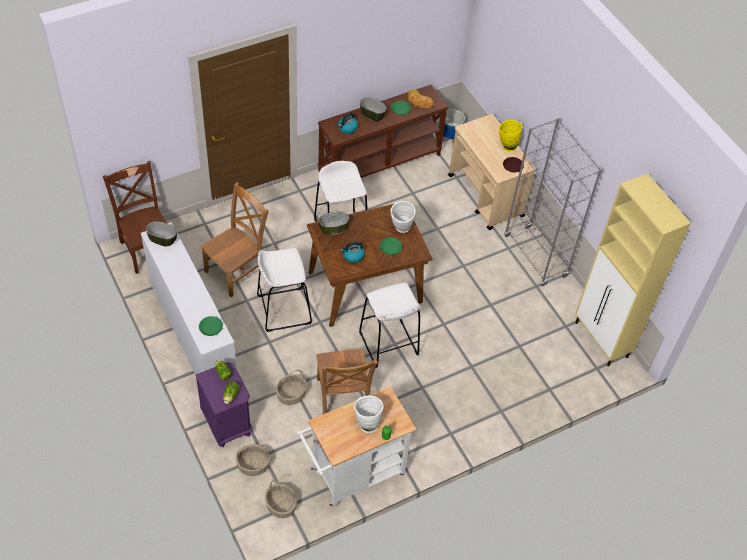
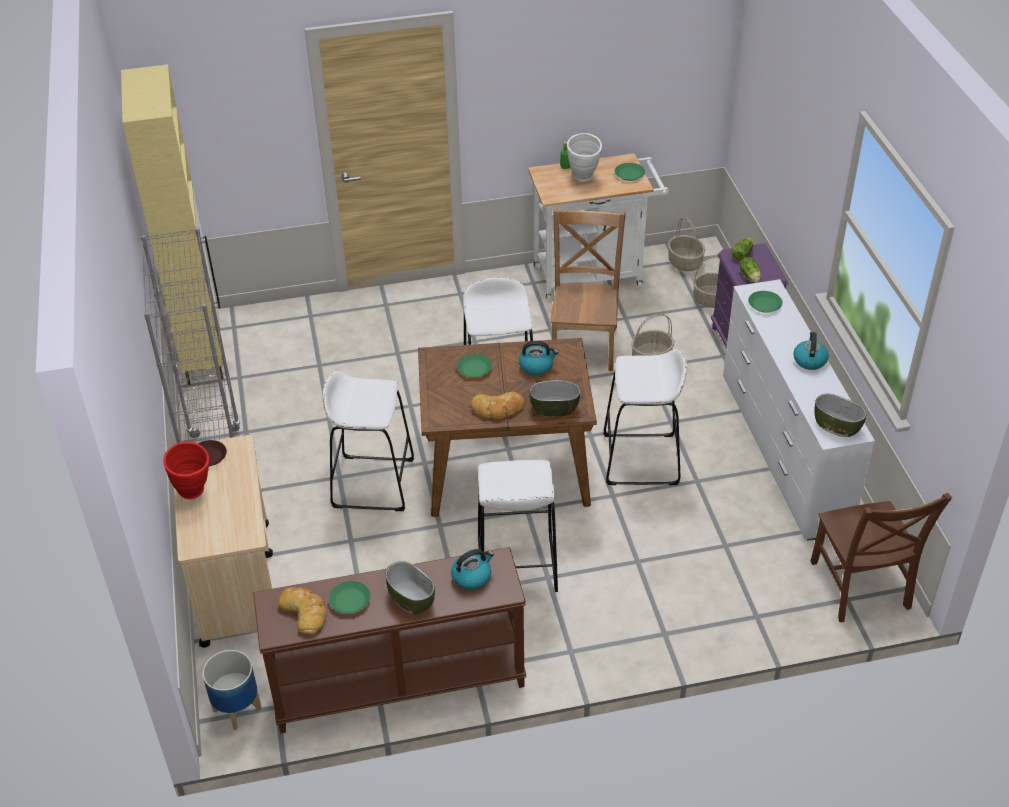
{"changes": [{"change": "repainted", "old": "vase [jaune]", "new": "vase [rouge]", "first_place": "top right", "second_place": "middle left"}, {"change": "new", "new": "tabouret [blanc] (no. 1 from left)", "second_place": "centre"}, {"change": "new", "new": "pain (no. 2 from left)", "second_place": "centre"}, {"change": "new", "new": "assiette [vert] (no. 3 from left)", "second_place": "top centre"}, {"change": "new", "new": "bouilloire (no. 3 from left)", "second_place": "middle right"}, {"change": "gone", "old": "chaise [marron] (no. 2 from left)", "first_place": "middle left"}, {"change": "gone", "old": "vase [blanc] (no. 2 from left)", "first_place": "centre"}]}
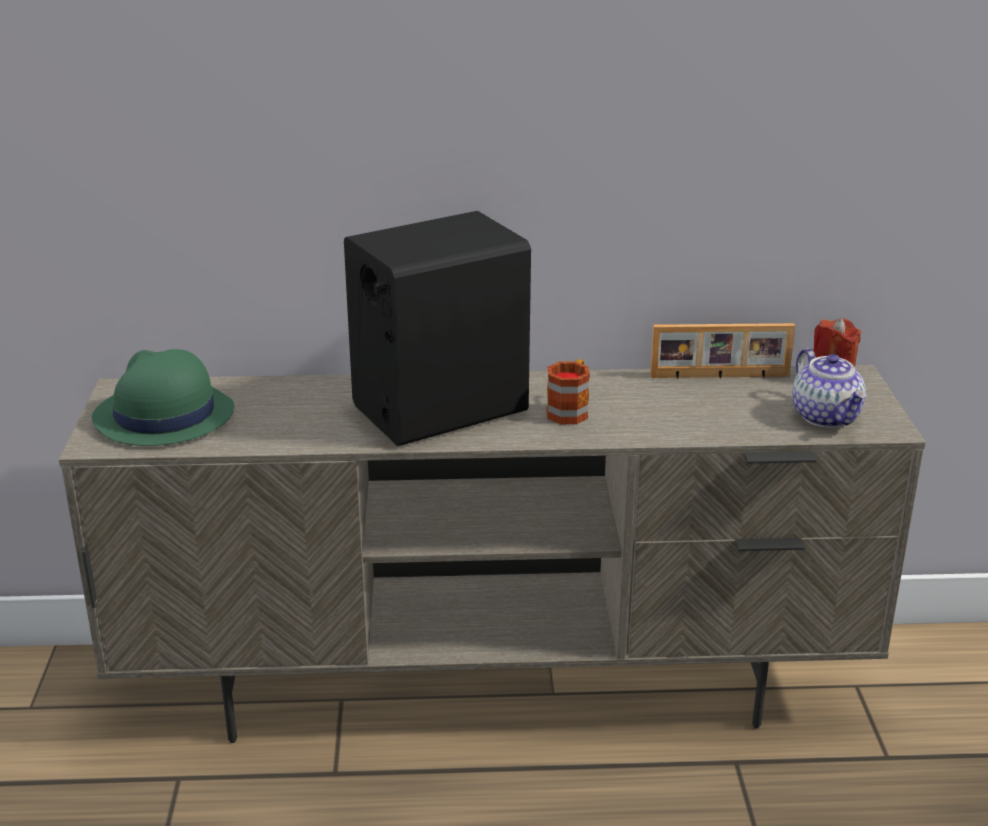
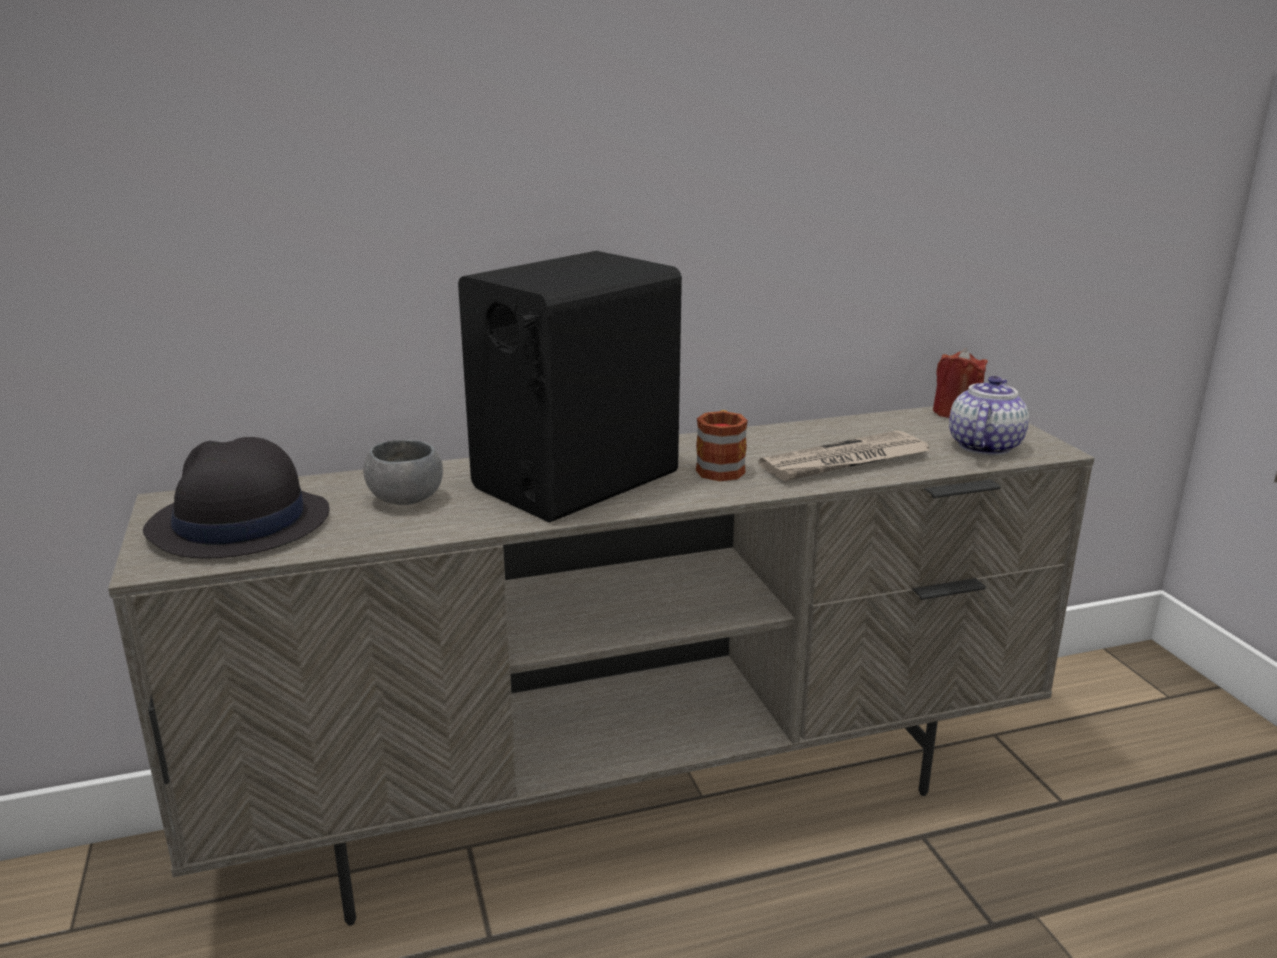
{"changes": [{"change": "repainted", "old": "chapeau [vert]", "new": "chapeau [noir]", "first_place": "middle left", "second_place": "middle left"}, {"change": "new", "new": "bol [gris]", "second_place": "middle left"}, {"change": "new", "new": "journal", "second_place": "centre"}, {"change": "rotated", "old": "théière", "first_place": "middle right", "second_place": "middle right", "degrees": -120}, {"change": "gone", "old": "cadre photo", "first_place": "middle right"}]}
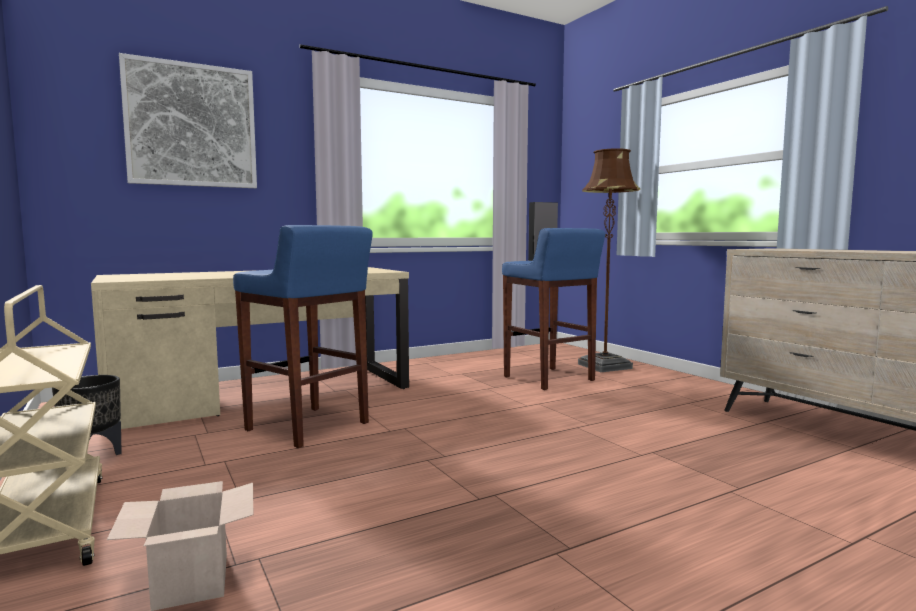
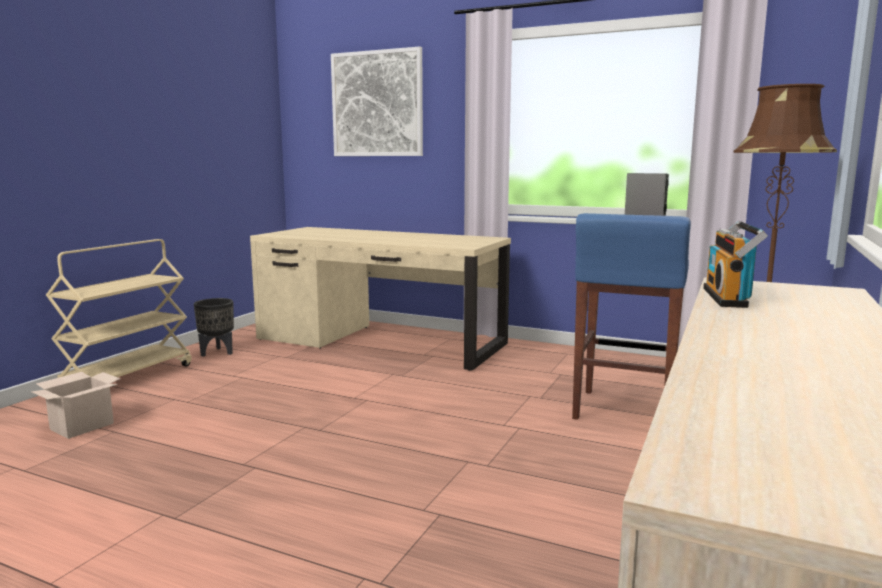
{"changes": [{"change": "new", "new": "radio", "second_place": "middle right"}, {"change": "gone", "old": "tabouret [bleu] (no. 1 from left)", "first_place": "middle left"}]}
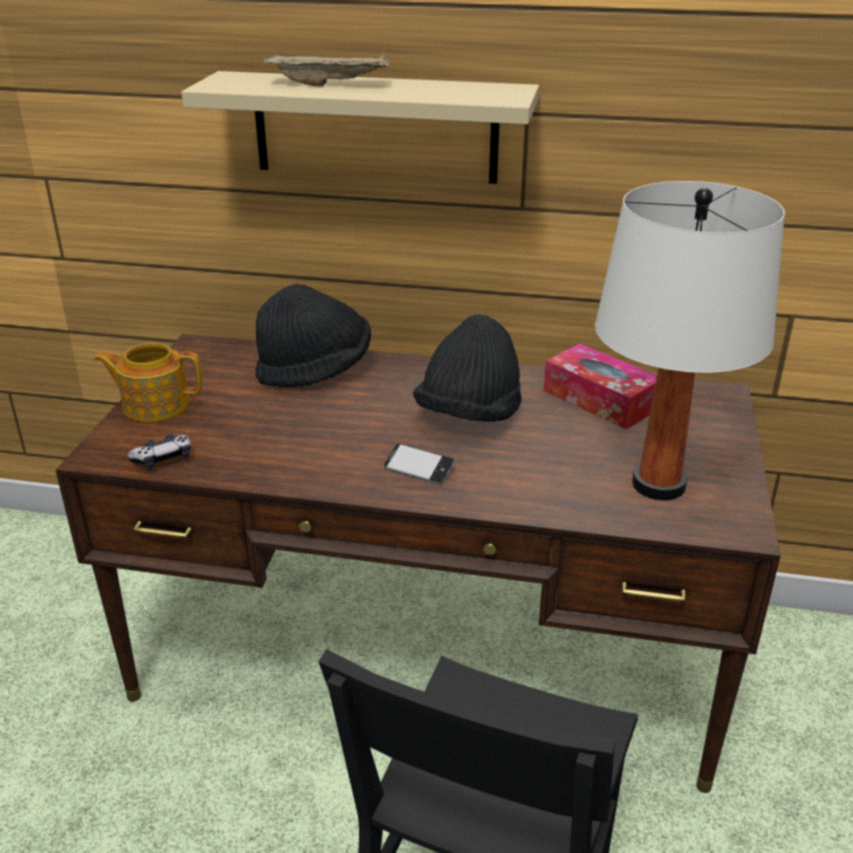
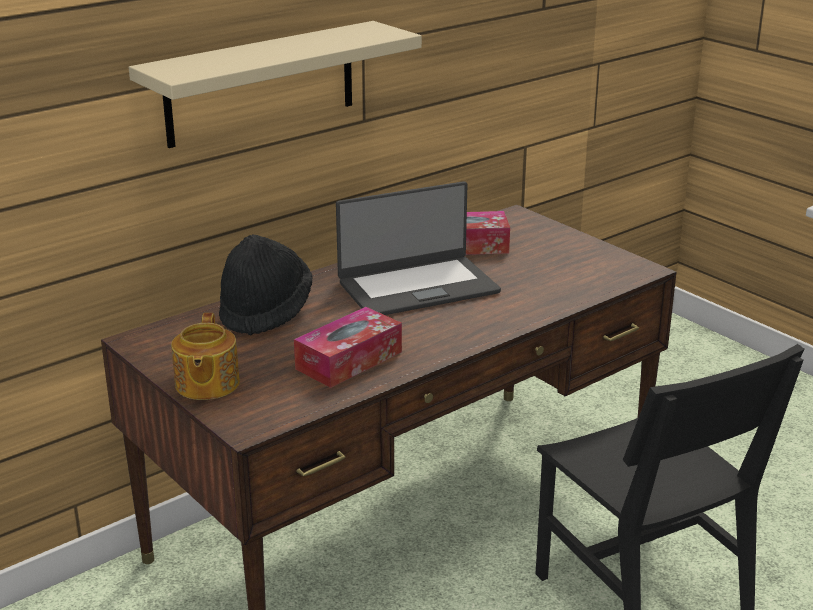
{"changes": [{"change": "rotated", "old": "théière", "first_place": "middle left", "second_place": "middle left", "degrees": -45}, {"change": "new", "new": "boîte à mouchoirs (no. 1 from left)", "second_place": "centre"}, {"change": "swapped", "old": "chapeau [noir] (no. 2 from left)", "new": "ordinateur portable", "first_place": "centre", "second_place": "centre"}, {"change": "gone", "old": "manette", "first_place": "middle left"}, {"change": "gone", "old": "plateau [beige]", "first_place": "top centre"}, {"change": "gone", "old": "téléphone", "first_place": "centre"}, {"change": "gone", "old": "lampe de table [blanc]", "first_place": "middle right"}]}
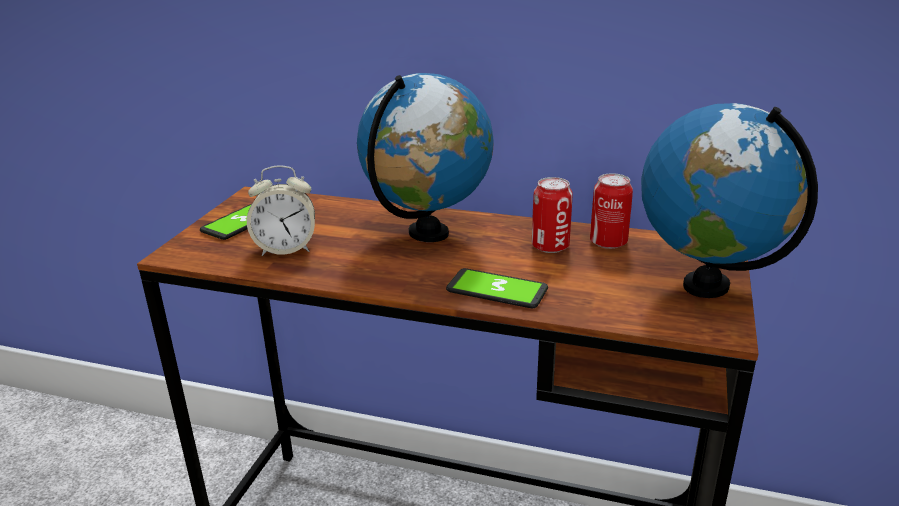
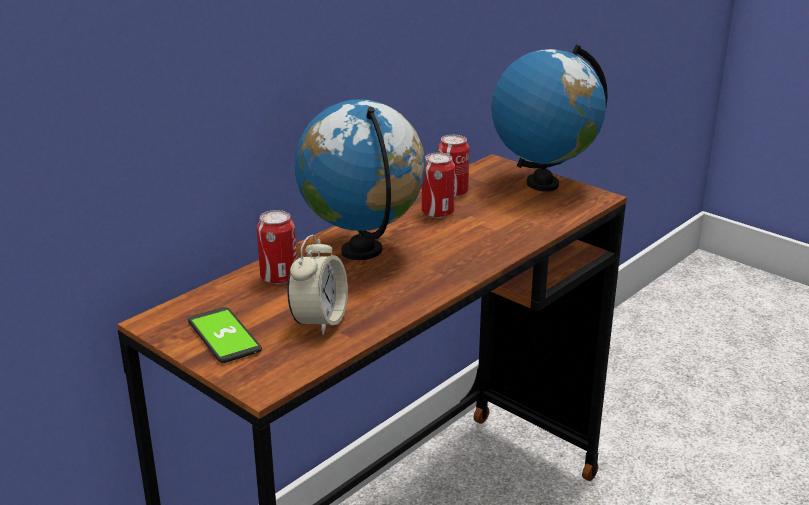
{"changes": [{"change": "new", "new": "boîte métallique (no. 1 from left)", "second_place": "centre"}, {"change": "gone", "old": "téléphone (no. 2 from left)", "first_place": "centre"}]}
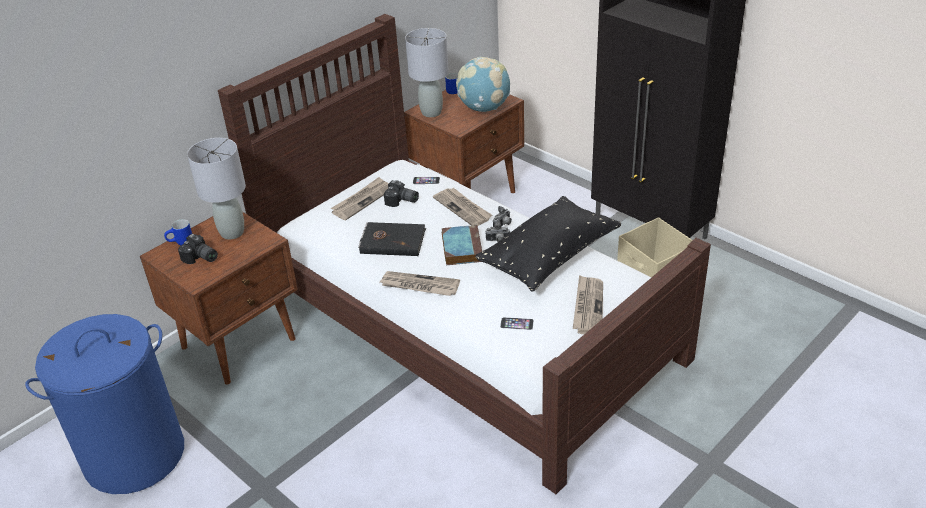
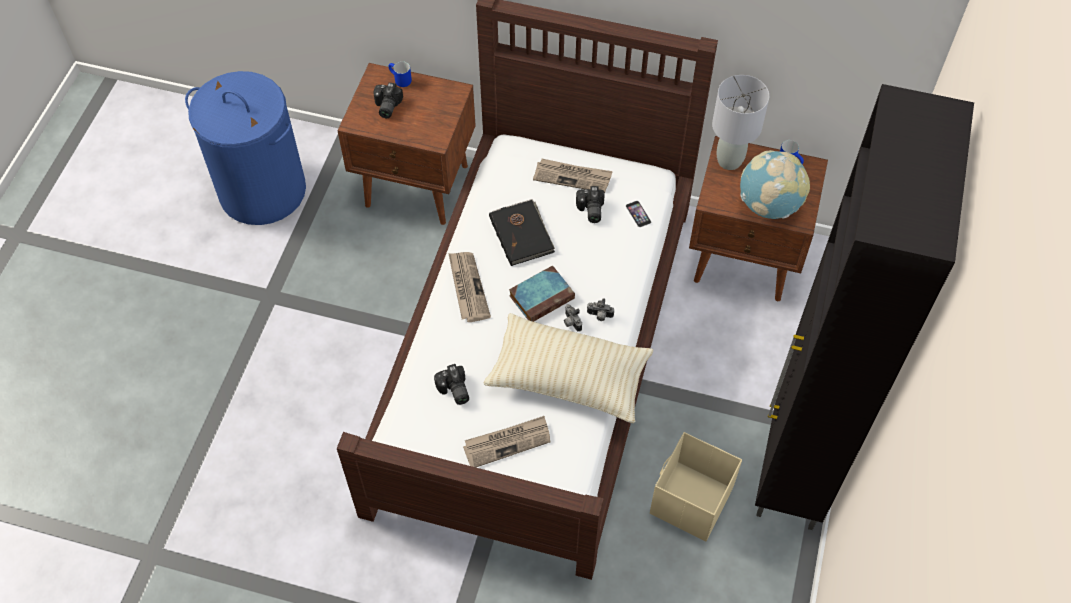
{"changes": [{"change": "swapped", "old": "téléphone (no. 2 from left)", "new": "appareil photo (no. 2 from left)", "first_place": "centre", "second_place": "centre"}, {"change": "repainted", "old": "coussin [noir]", "new": "coussin [beige]", "first_place": "centre", "second_place": "centre"}, {"change": "gone", "old": "lampe de table [gris] (no. 1 from left)", "first_place": "middle left"}, {"change": "gone", "old": "journal (no. 3 from left)", "first_place": "centre"}]}
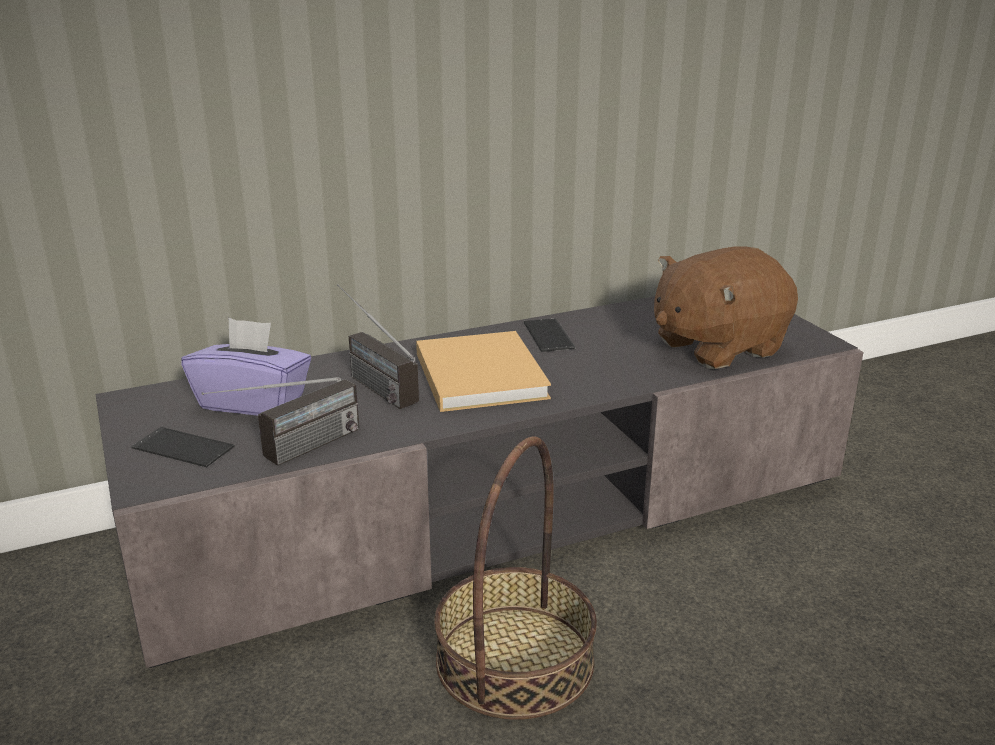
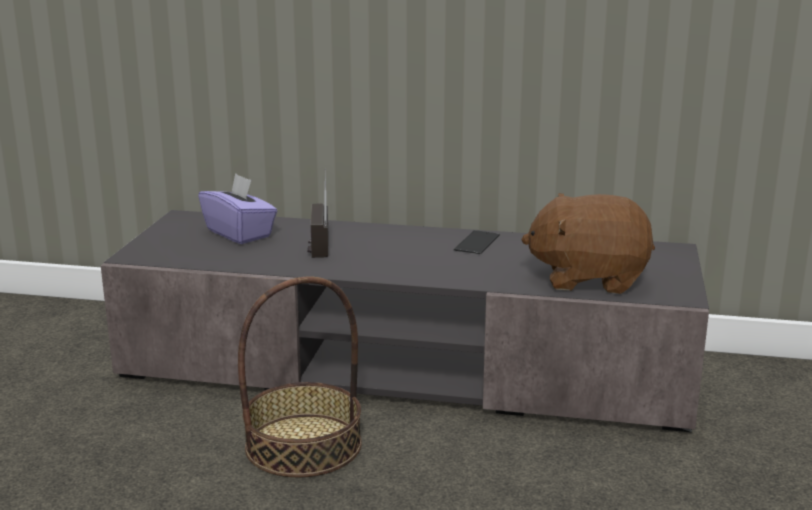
{"changes": [{"change": "gone", "old": "téléphone (no. 1 from left)", "first_place": "middle left"}, {"change": "gone", "old": "radio (no. 1 from left)", "first_place": "middle left"}, {"change": "gone", "old": "livre [beige]", "first_place": "centre"}]}
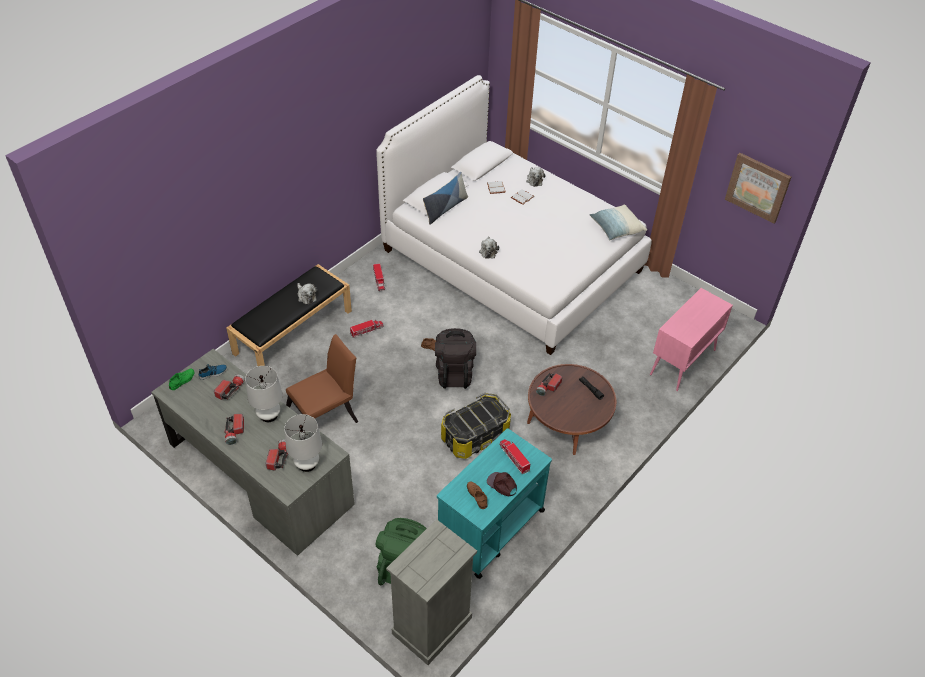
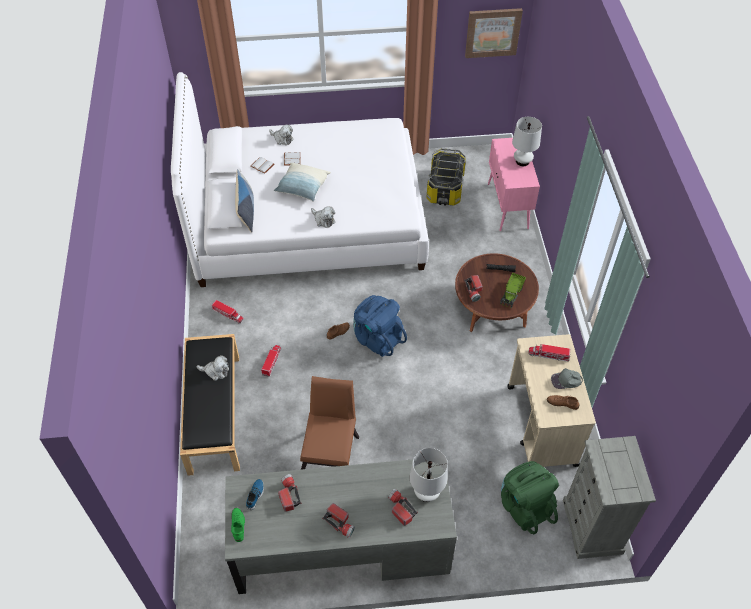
{"changes": [{"change": "shifted", "old": "coussin (no. 2 from left)", "first_place": "top right", "second_place": "top centre"}, {"change": "repainted", "old": "sac à dos [noir]", "new": "sac à dos [bleu]", "first_place": "centre", "second_place": "centre"}, {"change": "shifted", "old": "boîte de rangement", "first_place": "centre", "second_place": "top centre"}, {"change": "new", "new": "camion jouet (no. 3 from left)", "second_place": "middle right"}, {"change": "repainted", "old": "chariot [turquoise]", "new": "chariot [beige]", "first_place": "bottom centre", "second_place": "middle right"}, {"change": "shifted", "old": "lampe de table [blanc] (no. 1 from left in the first image)", "new": "lampe de table [blanc] (no. 2 from left)", "first_place": "middle left", "second_place": "top right"}, {"change": "repainted", "old": "casquette [marron]", "new": "casquette [gris]", "first_place": "bottom centre", "second_place": "middle right"}]}
